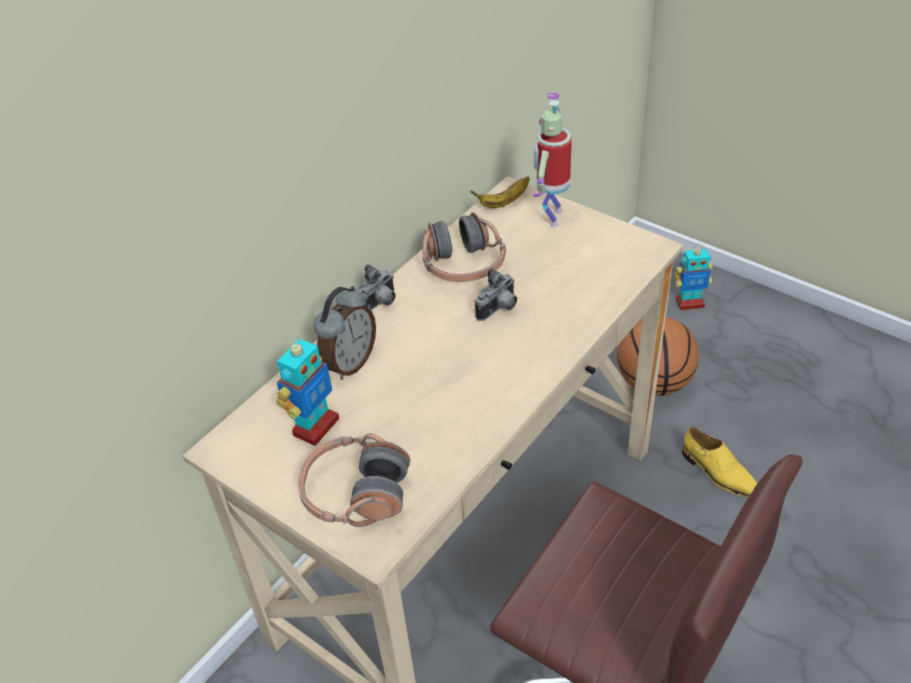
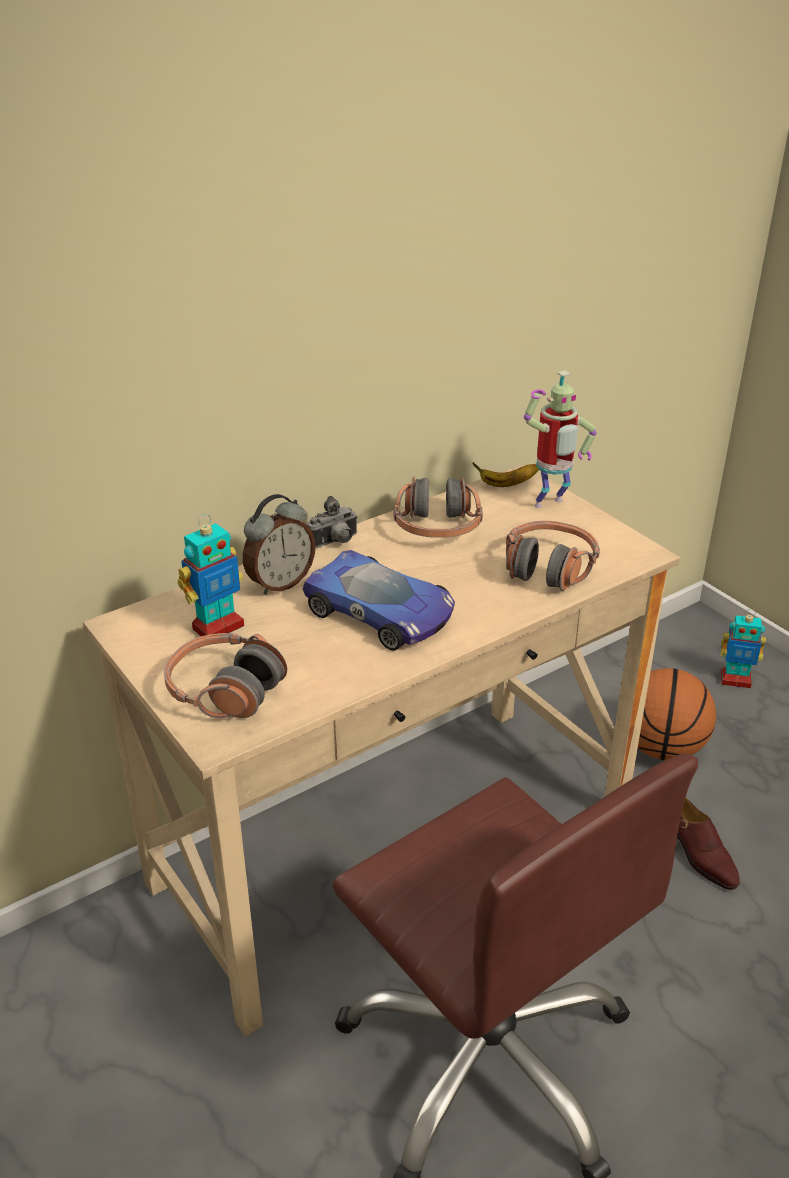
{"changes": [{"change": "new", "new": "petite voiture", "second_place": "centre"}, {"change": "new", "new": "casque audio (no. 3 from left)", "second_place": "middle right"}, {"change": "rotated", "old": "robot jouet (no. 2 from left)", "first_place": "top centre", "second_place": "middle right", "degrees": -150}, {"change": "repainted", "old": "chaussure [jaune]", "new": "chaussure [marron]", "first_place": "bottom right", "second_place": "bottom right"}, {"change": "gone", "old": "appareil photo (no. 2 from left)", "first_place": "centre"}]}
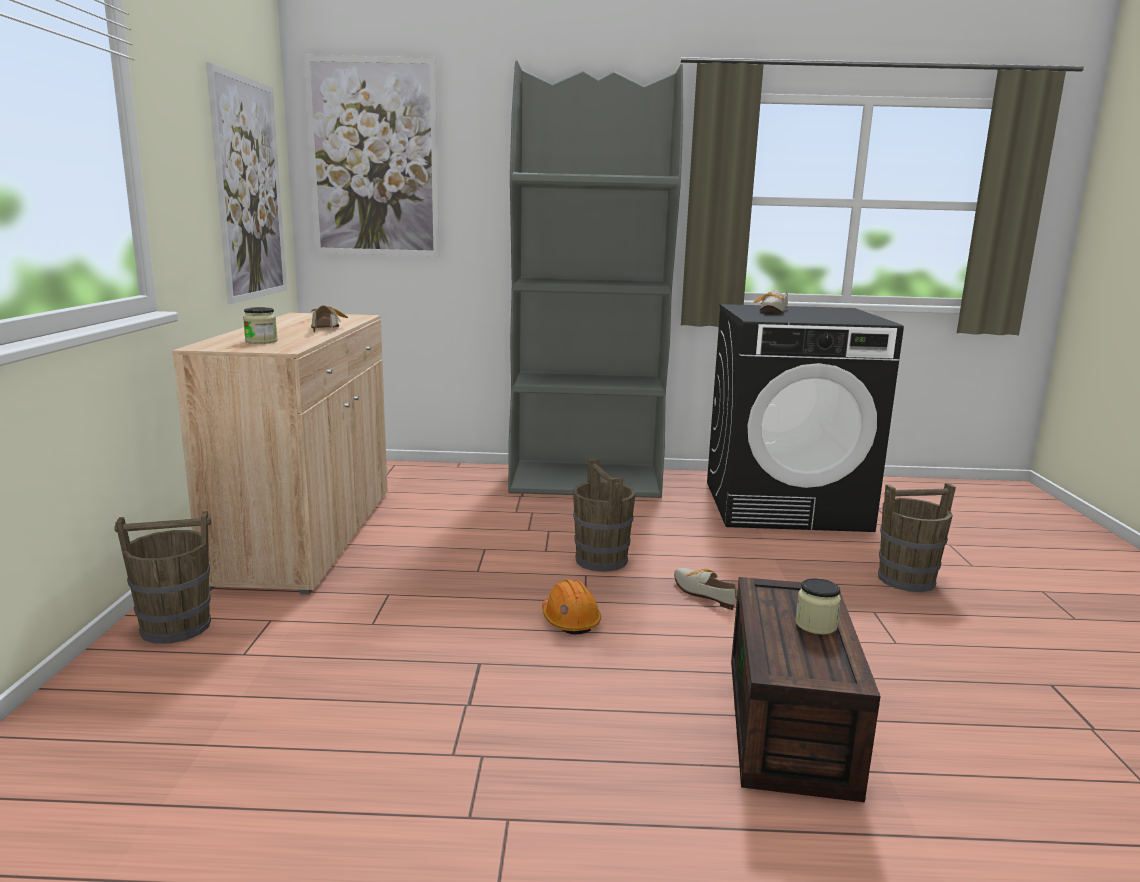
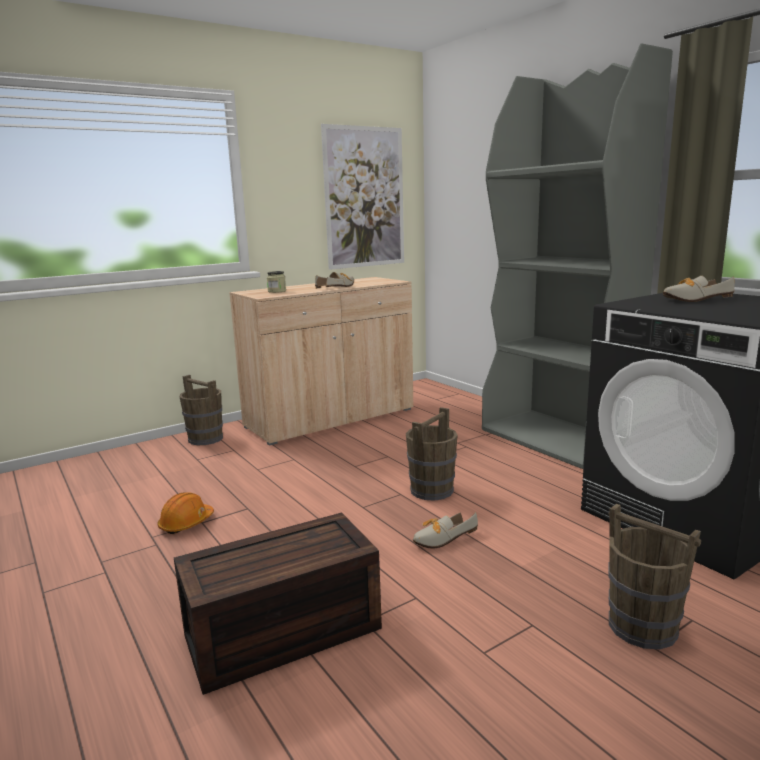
{"changes": [{"change": "shifted", "old": "casque de chantier [orange]", "first_place": "bottom centre", "second_place": "bottom left"}, {"change": "rotated", "old": "chaussure (no. 2 from left)", "first_place": "bottom centre", "second_place": "bottom centre", "degrees": -135}, {"change": "gone", "old": "tableau (no. 2 from left)", "first_place": "top left"}, {"change": "gone", "old": "bocal (no. 2 from left)", "first_place": "bottom right"}]}
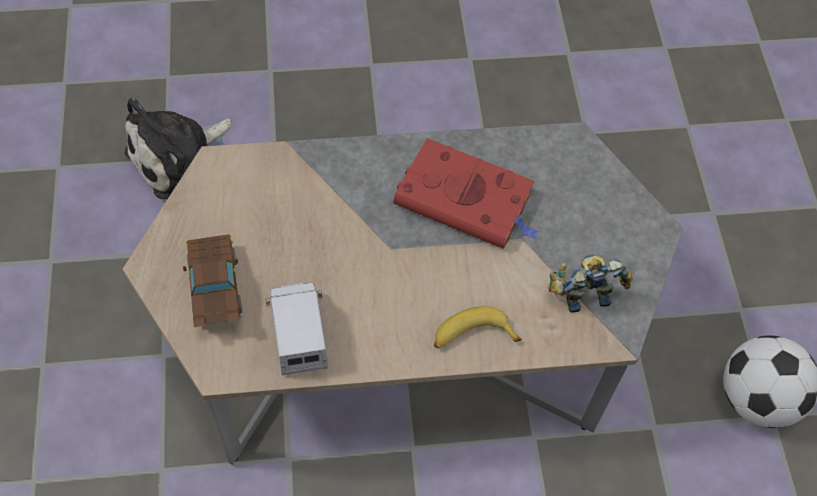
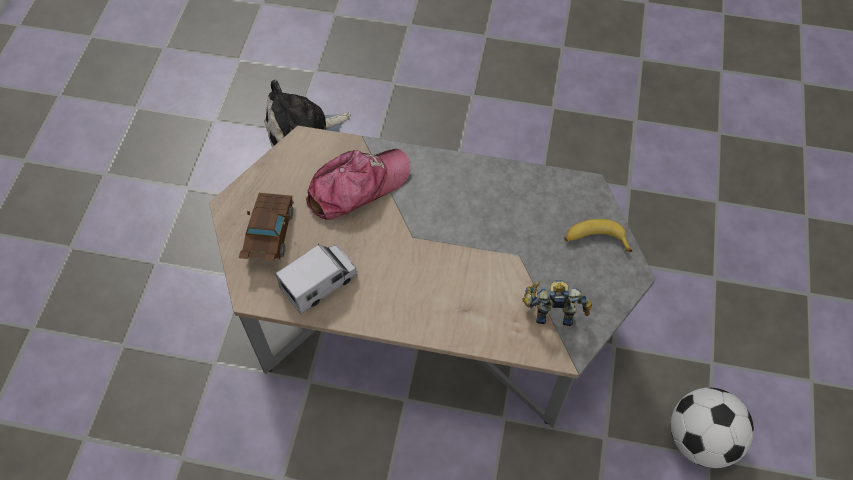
{"changes": [{"change": "rotated", "old": "camion jouet", "first_place": "centre", "second_place": "centre", "degrees": 45}, {"change": "new", "new": "casquette", "second_place": "centre"}, {"change": "shifted", "old": "banane", "first_place": "centre", "second_place": "middle right"}, {"change": "gone", "old": "livre [rouge]", "first_place": "centre"}]}
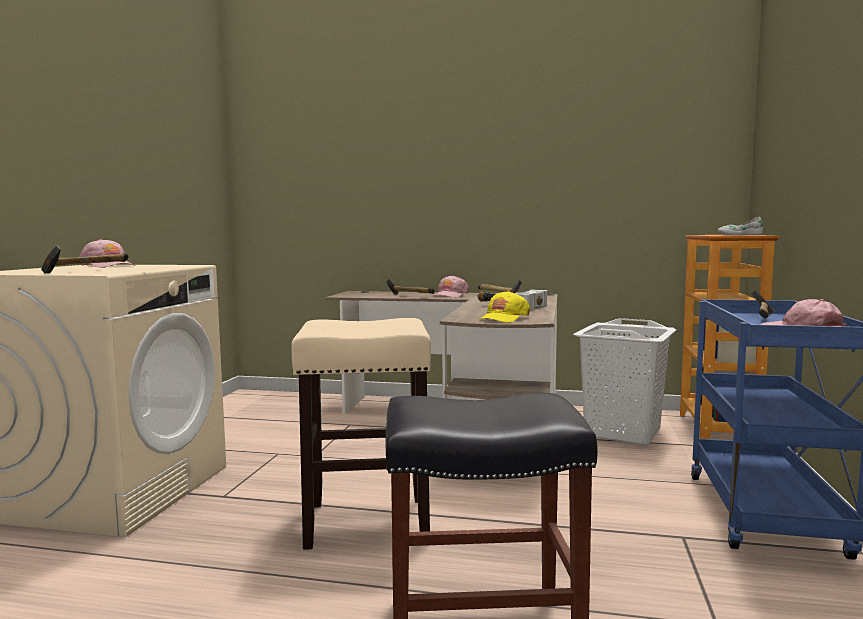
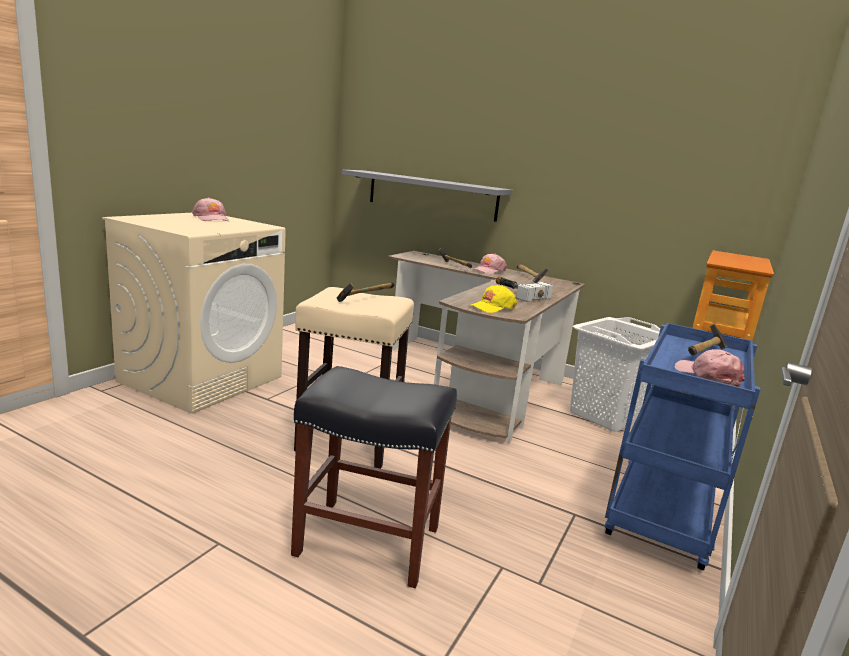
{"changes": [{"change": "shifted", "old": "marteau (no. 1 from left)", "first_place": "middle left", "second_place": "centre"}, {"change": "new", "new": "étagère [gris]", "second_place": "top centre"}, {"change": "gone", "old": "chaussure [blanc]", "first_place": "middle right"}]}
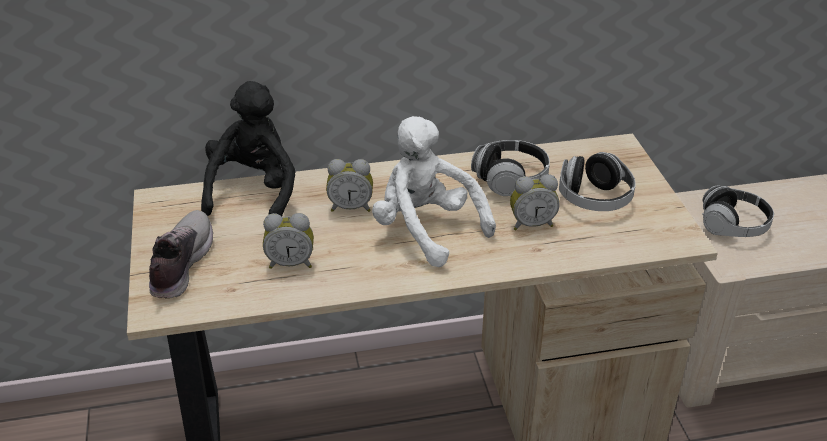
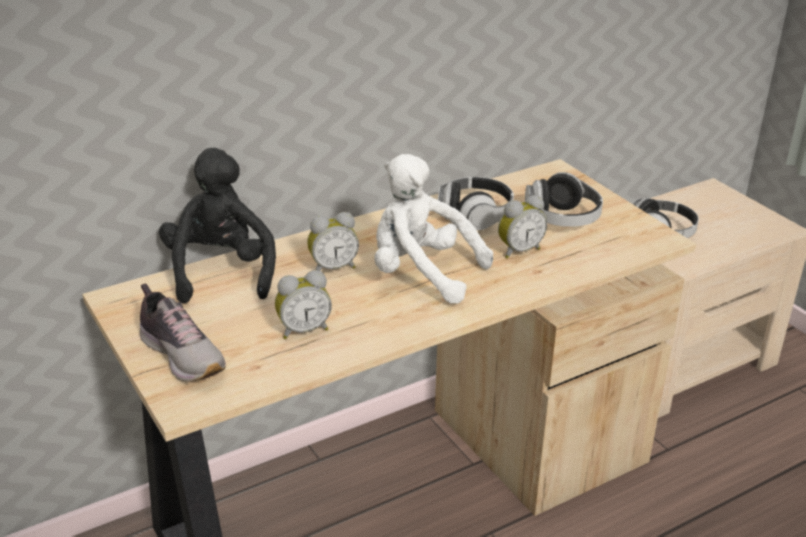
{"changes": [{"change": "rotated", "old": "chaussure", "first_place": "middle left", "second_place": "middle left", "degrees": 150}]}
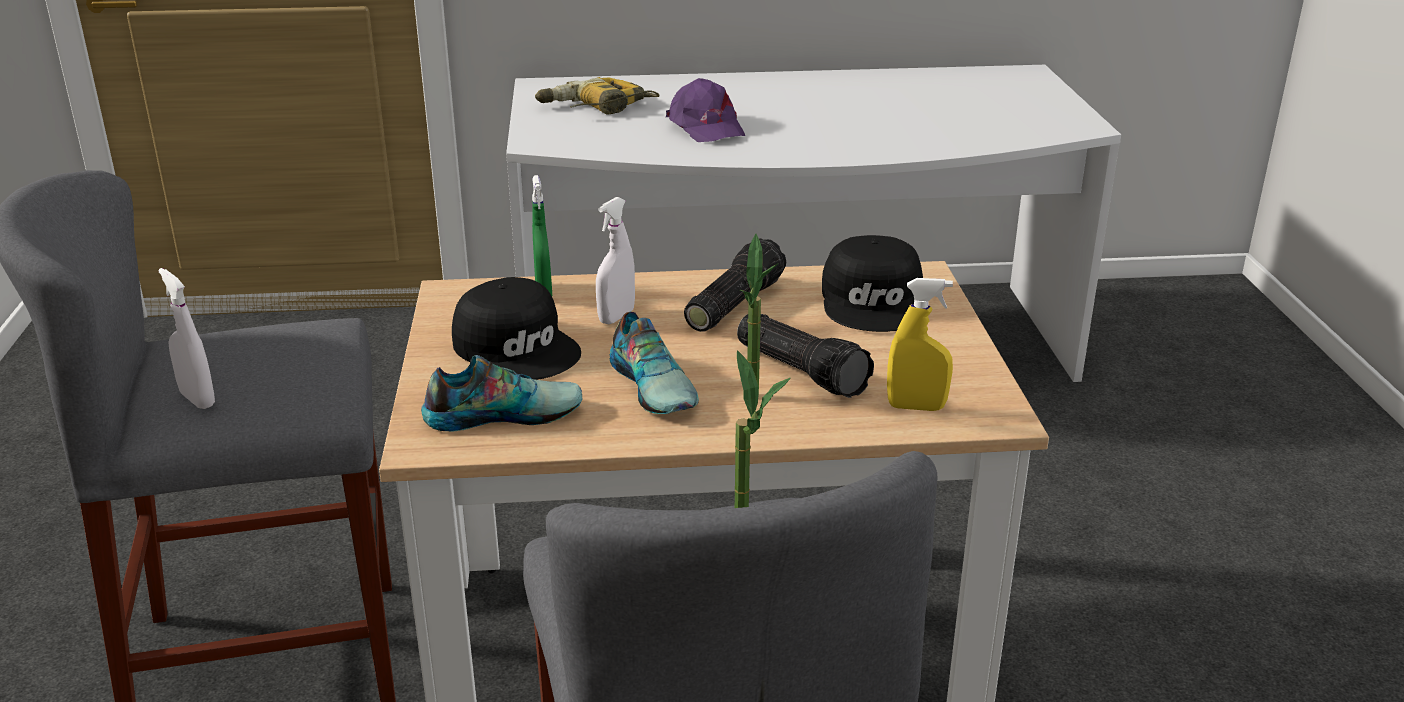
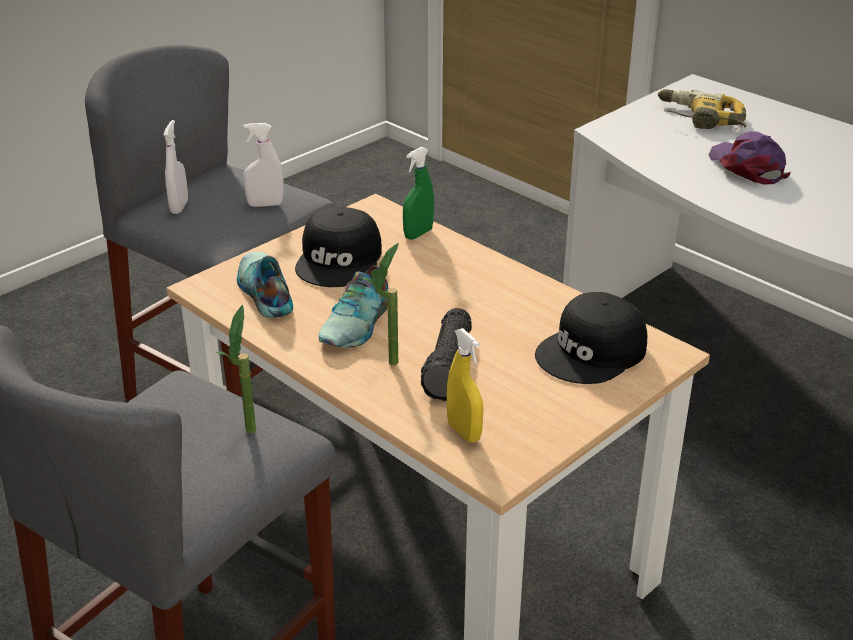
{"changes": [{"change": "rotated", "old": "chaussure (no. 1 from left)", "first_place": "centre", "second_place": "middle left", "degrees": -150}, {"change": "shifted", "old": "vaporisateur [blanc] (no. 2 from left)", "first_place": "centre", "second_place": "top left"}, {"change": "rotated", "old": "casquette [violet]", "first_place": "top centre", "second_place": "top right", "degrees": 135}, {"change": "gone", "old": "lampe de poche (no. 1 from left)", "first_place": "centre"}]}
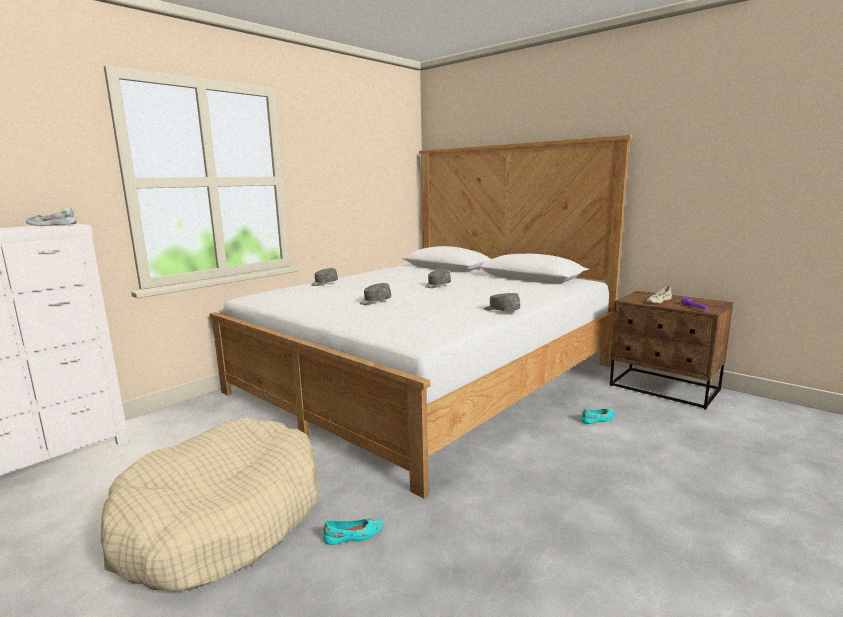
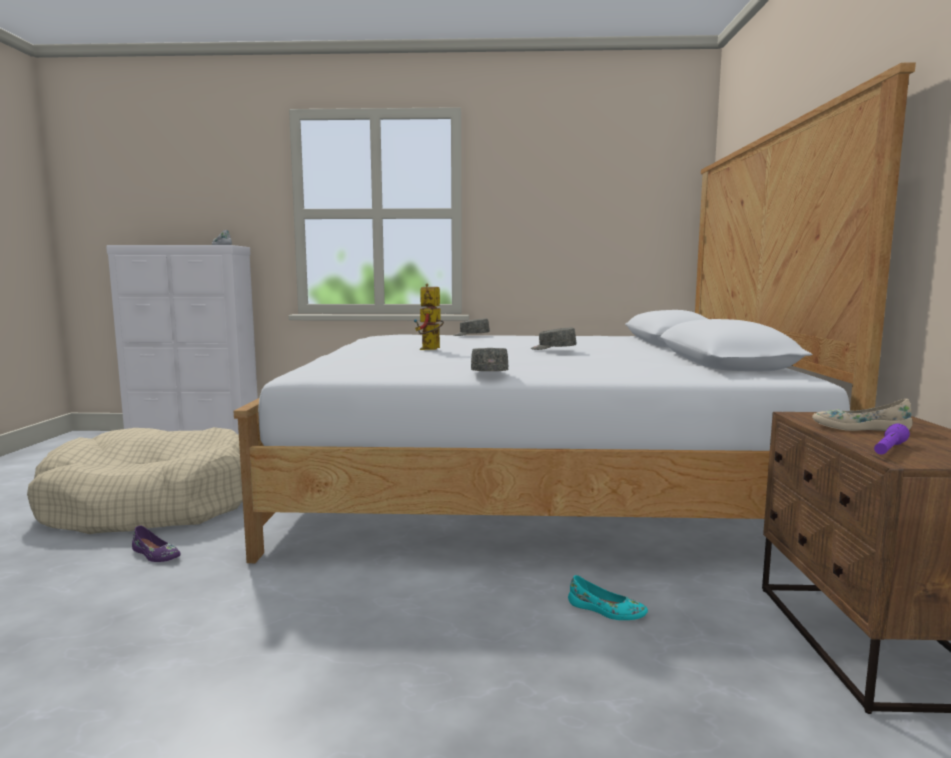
{"changes": [{"change": "repainted", "old": "chaussure [turquoise] (no. 1 from left)", "new": "chaussure [violet]", "first_place": "bottom centre", "second_place": "bottom left"}, {"change": "swapped", "old": "casquette [gris] (no. 2 from left)", "new": "robot jouet", "first_place": "centre", "second_place": "centre"}]}
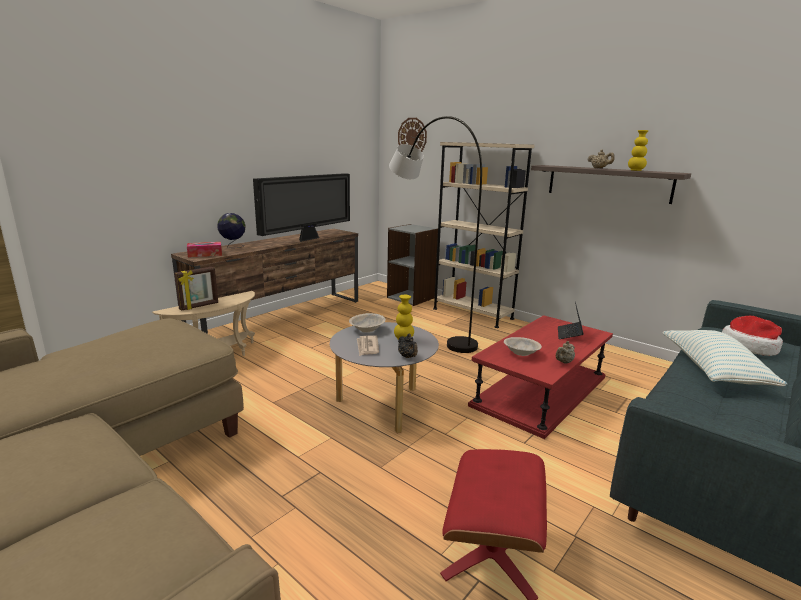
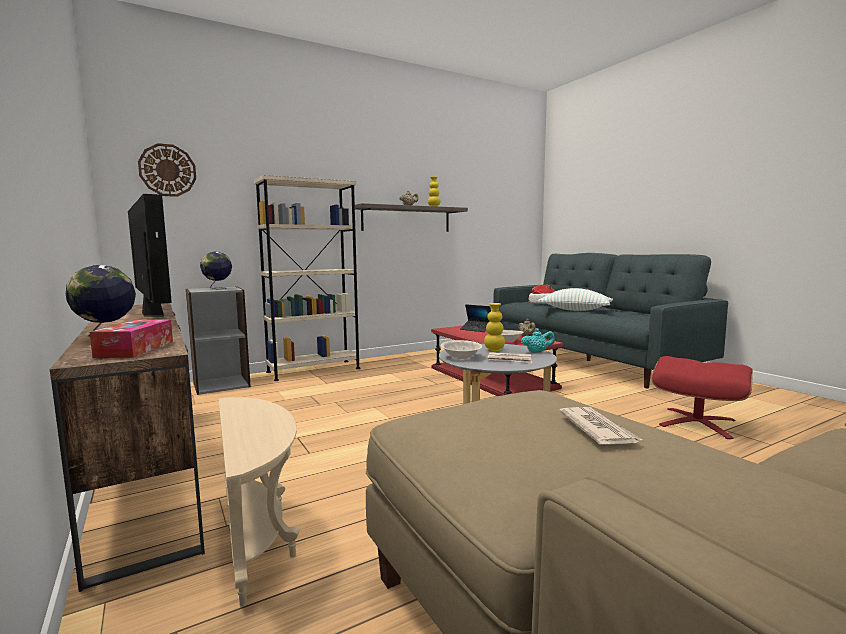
{"changes": [{"change": "new", "new": "globe (no. 2 from left)", "second_place": "middle left"}, {"change": "repainted", "old": "théière [noir]", "new": "théière [turquoise]", "first_place": "centre", "second_place": "centre"}, {"change": "new", "new": "journal (no. 2 from left)", "second_place": "bottom right"}, {"change": "gone", "old": "cadre photo", "first_place": "middle left"}, {"change": "gone", "old": "lampadaire [gris]", "first_place": "centre"}]}
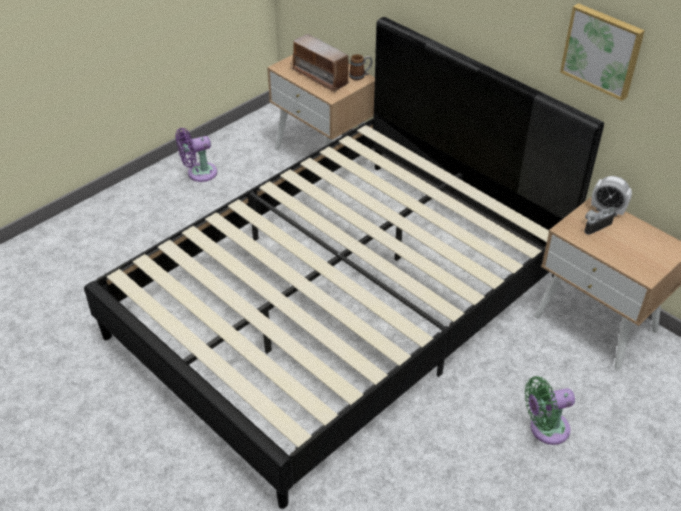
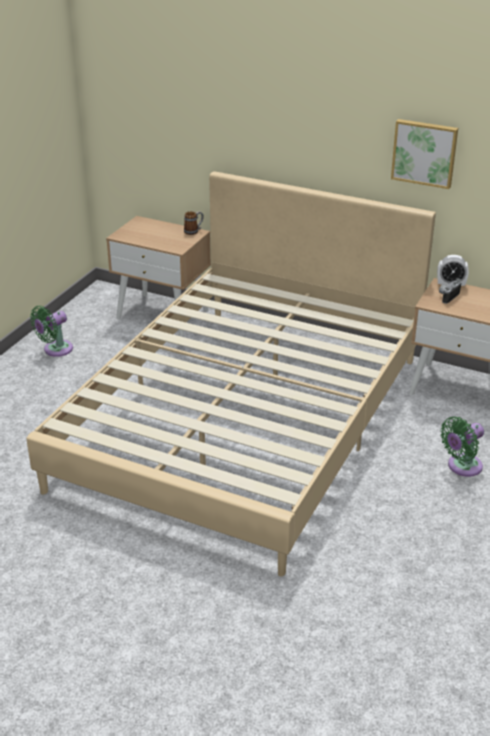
{"changes": [{"change": "repainted", "old": "lit [noir]", "new": "lit [beige]", "first_place": "centre", "second_place": "centre"}, {"change": "repainted", "old": "ventilateur [violet]", "new": "ventilateur [vert] (no. 1 from left)", "first_place": "top left", "second_place": "middle left"}, {"change": "gone", "old": "radio", "first_place": "top centre"}]}
